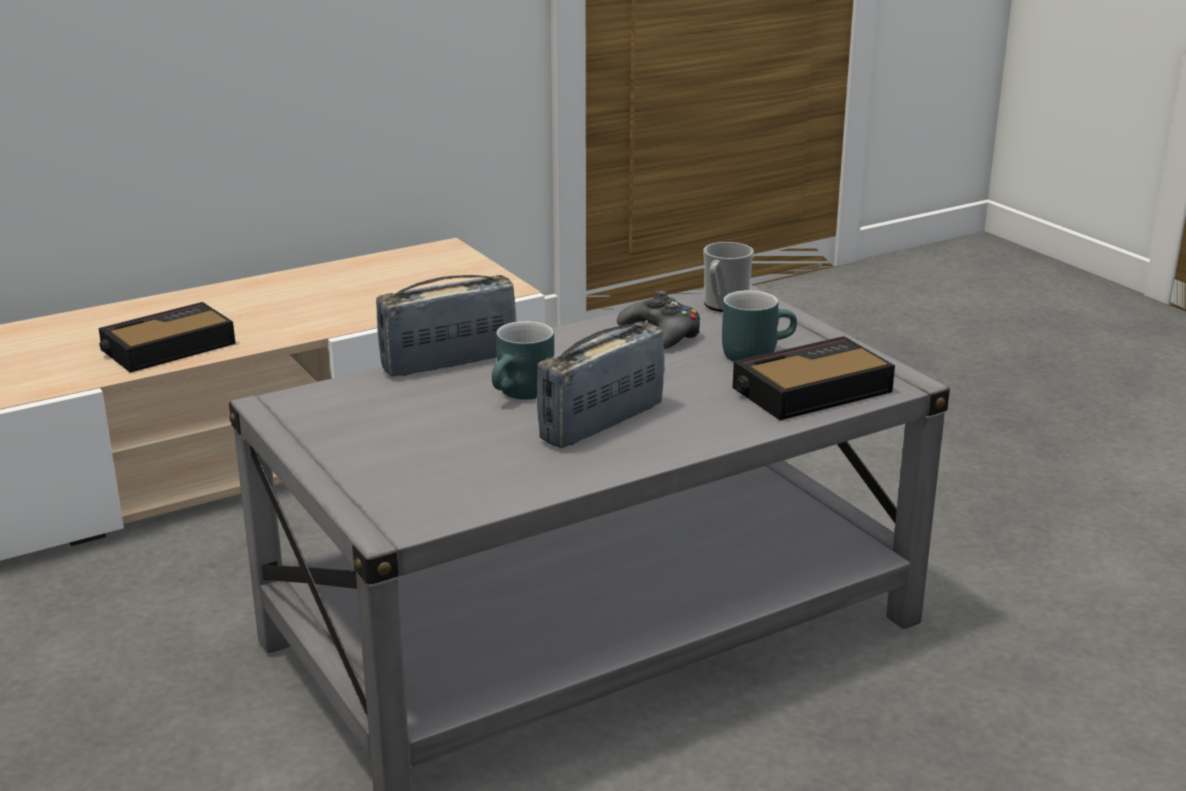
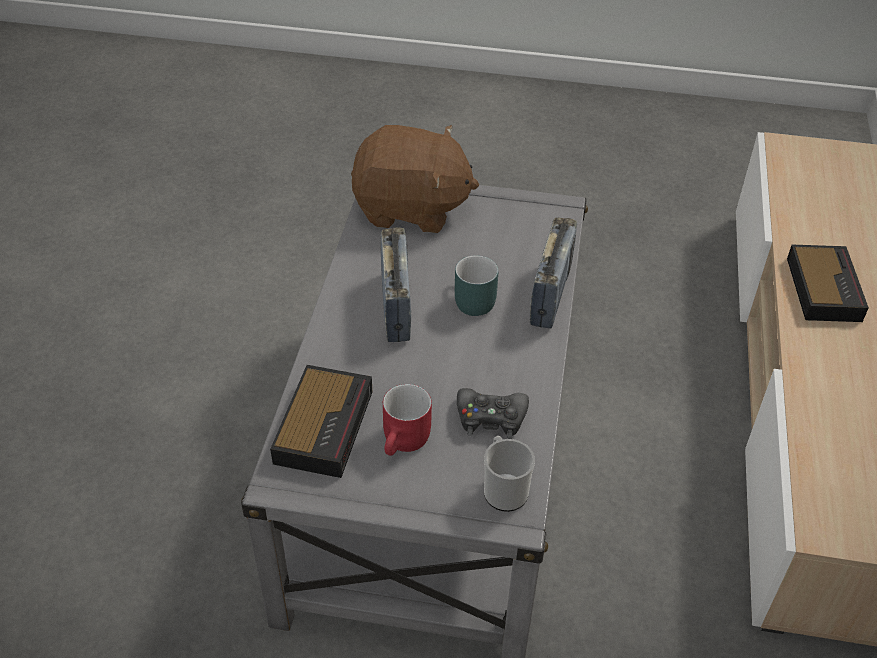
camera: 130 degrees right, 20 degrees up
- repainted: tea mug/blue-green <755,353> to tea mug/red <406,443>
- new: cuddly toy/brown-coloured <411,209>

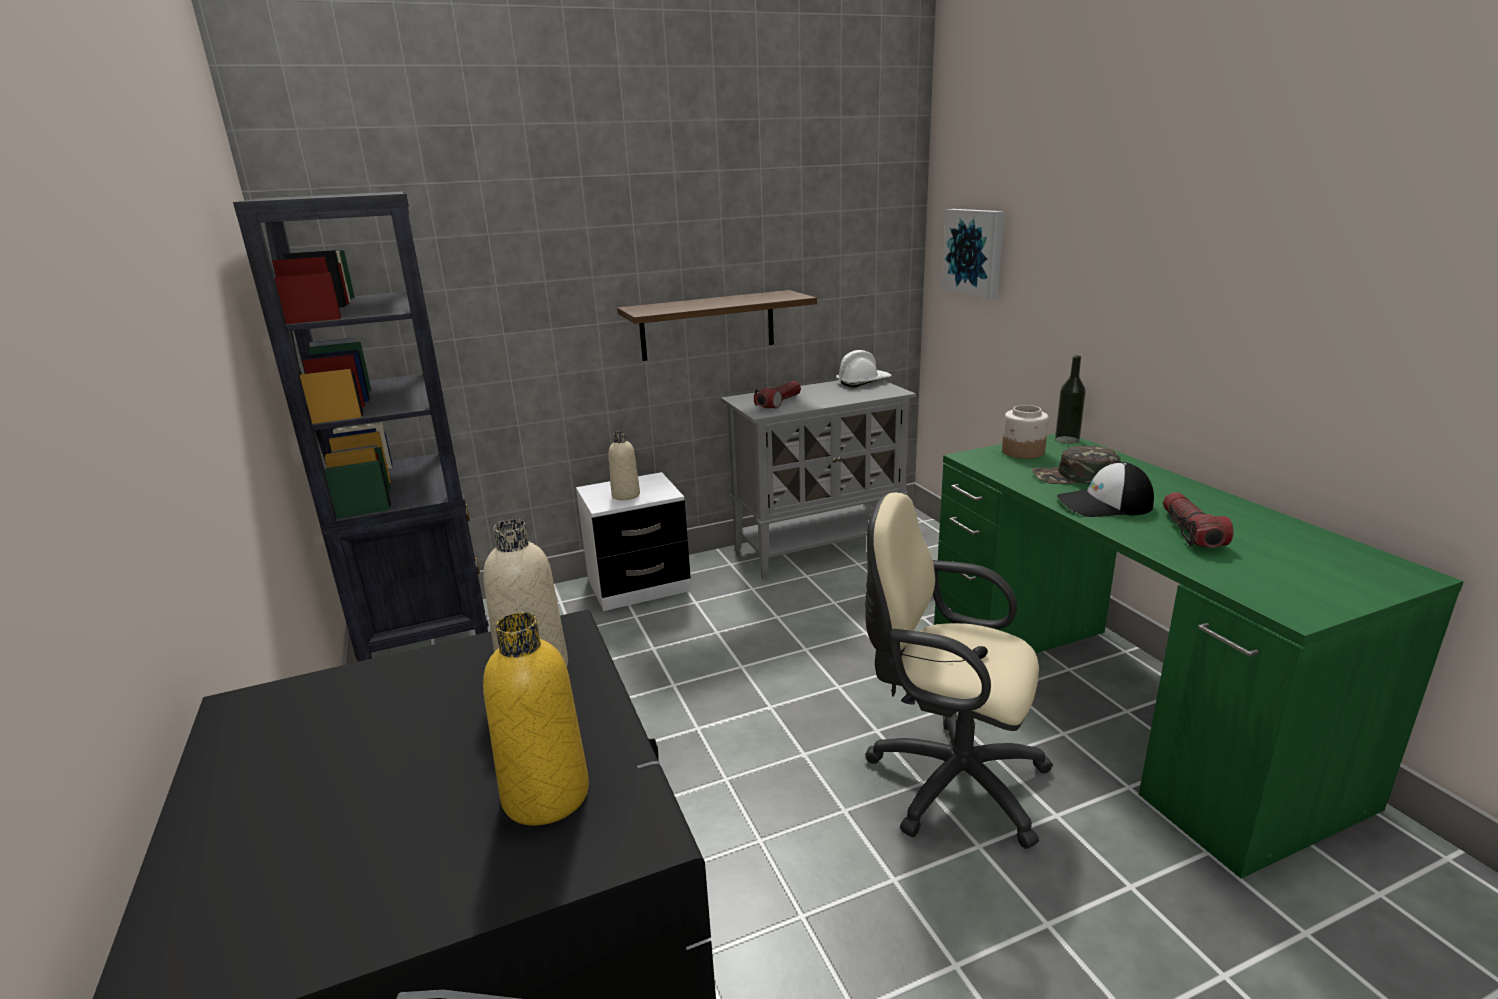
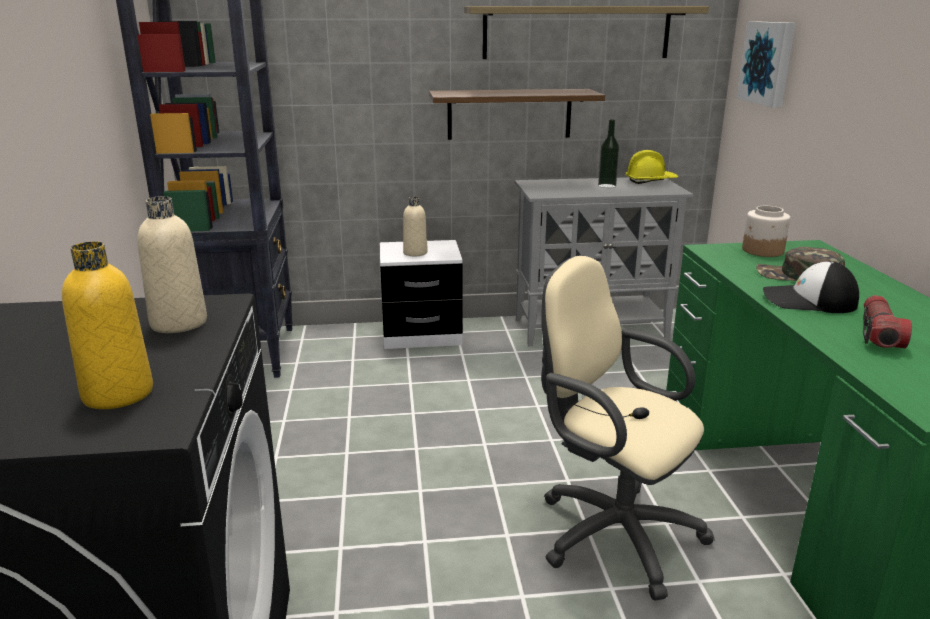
camera: 15 degrees right, 0 degrees up
- gone: hand torch <779,403>
- repainted: hard hat/white-coloured <863,382> to hard hat/yellowish <650,181>
- shifted: bottle <1067,440> to <607,186>
- new: wall shelf <576,32>

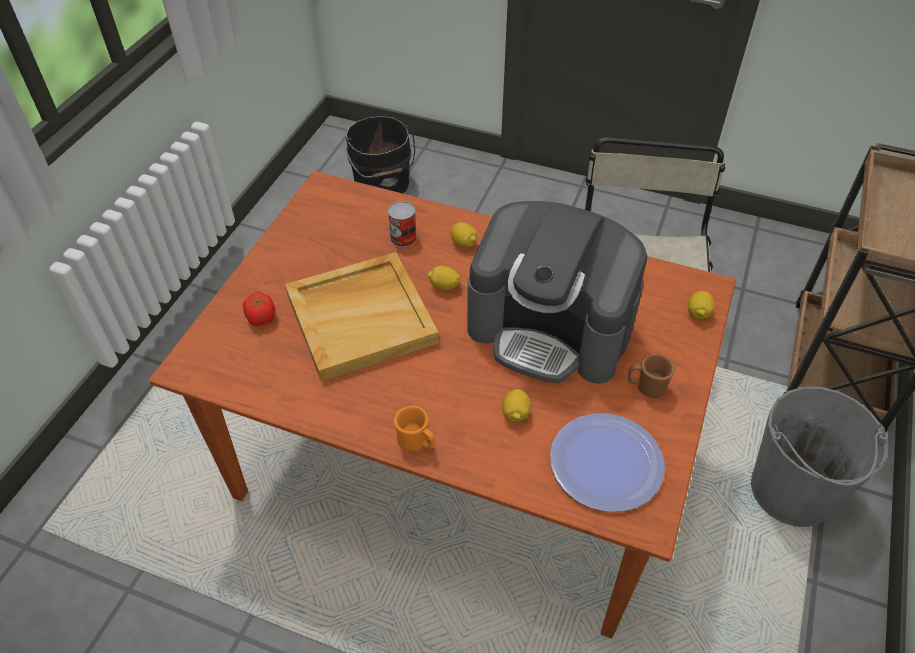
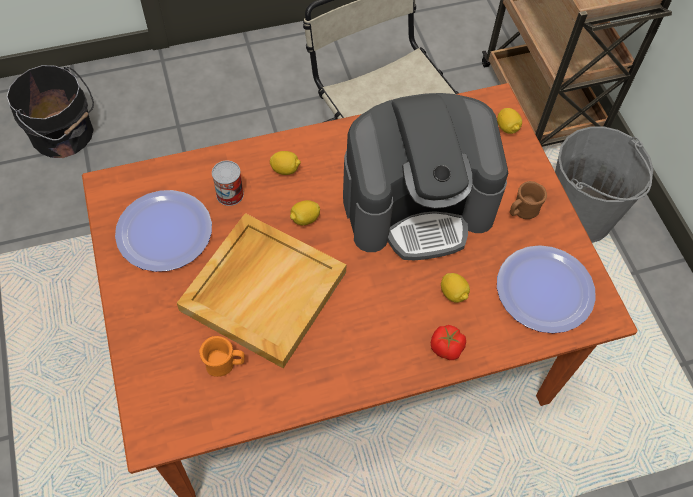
camera: 40 degrees left, 10 degrees up
- shifted: tomato <261,318> to <446,348>
- shifted: tea mug/orangey <416,443> to <225,364>
- new: flat dish <164,231>

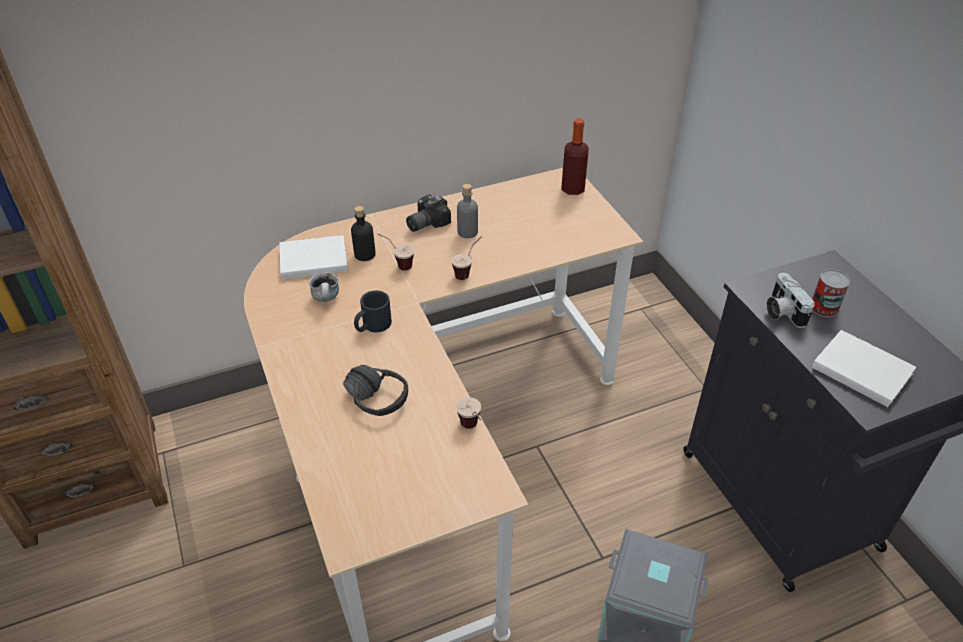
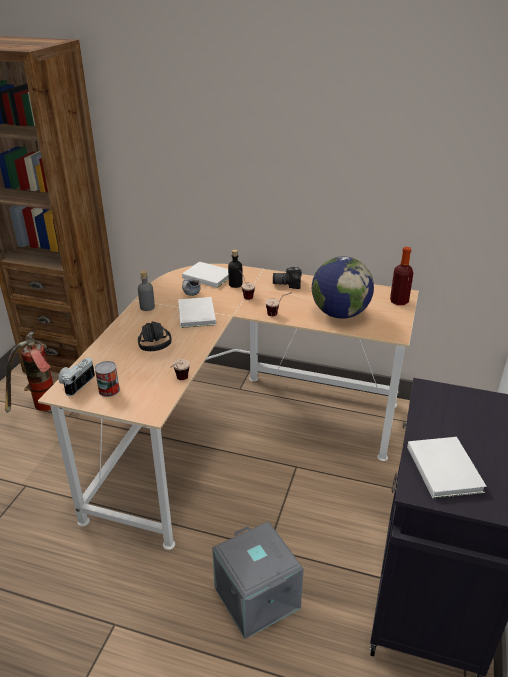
camera: 40 degrees right, 10 degrees down
- swapped: tea mug/black <372,326> to bound book/white-coloured <196,315>
- shifted: bottle/greyish <467,232> to <147,307>
- shifted: still camera <782,311> to <76,383>
- shifted: sealed can <824,307> to <109,390>
- new: fire-fighting cylinder <41,409>
- new: world globe <340,314>

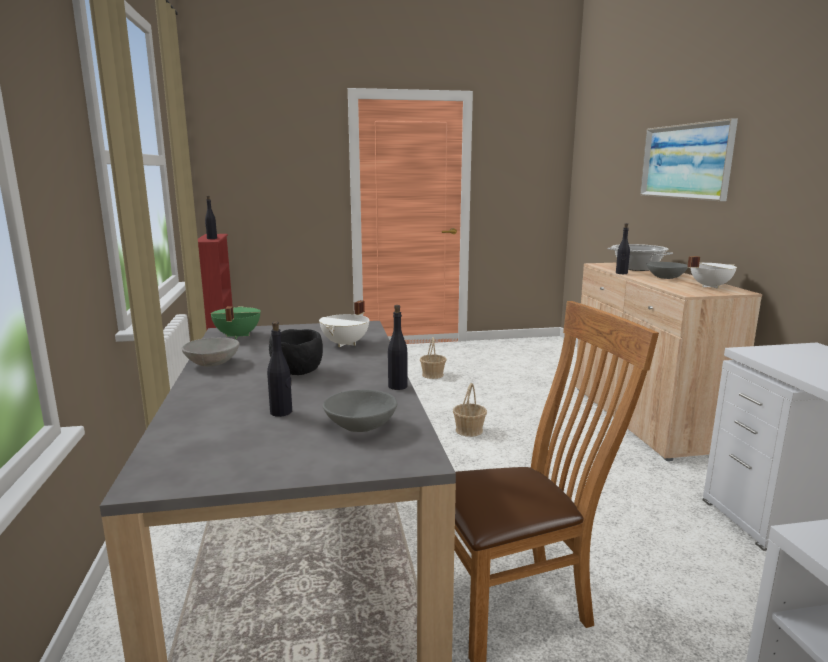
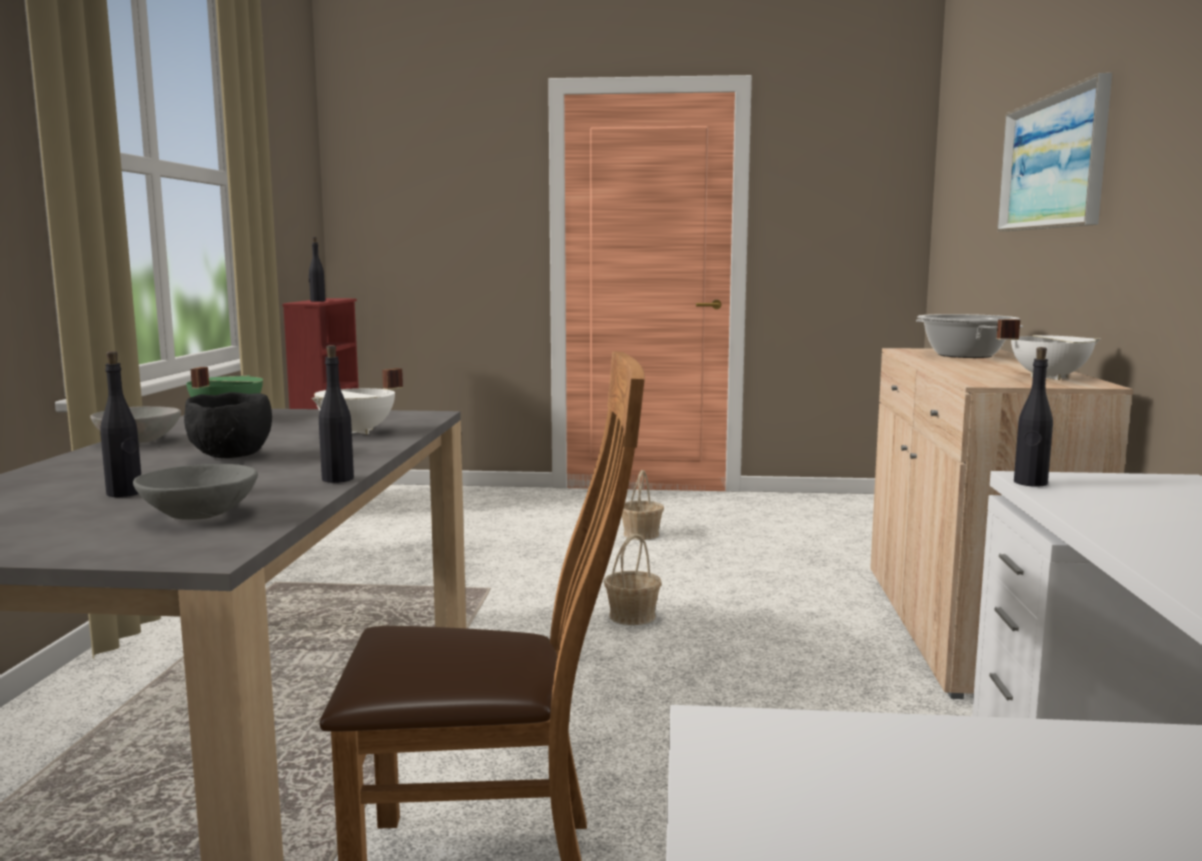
camera: 15 degrees right, 5 degrees down
- shifted: bottle/black <621,273> to <1030,483>
- gone: bowl/greyish <665,278>

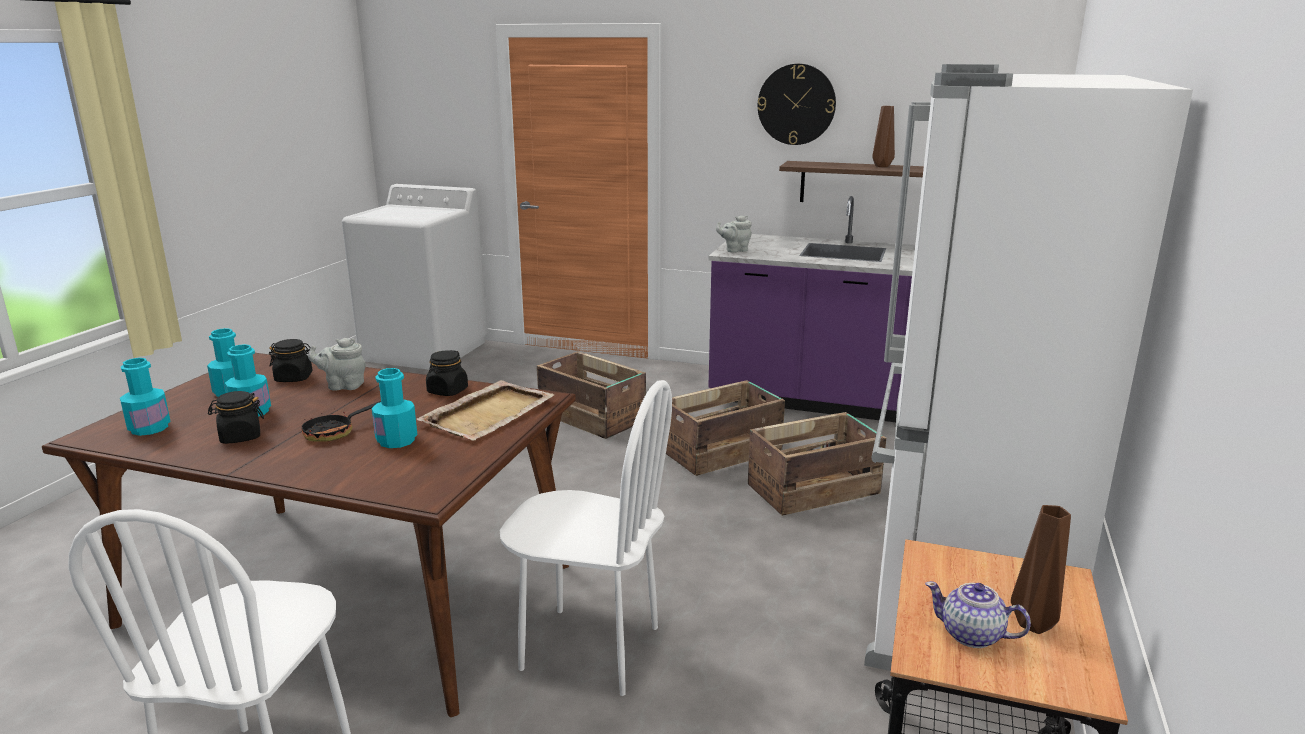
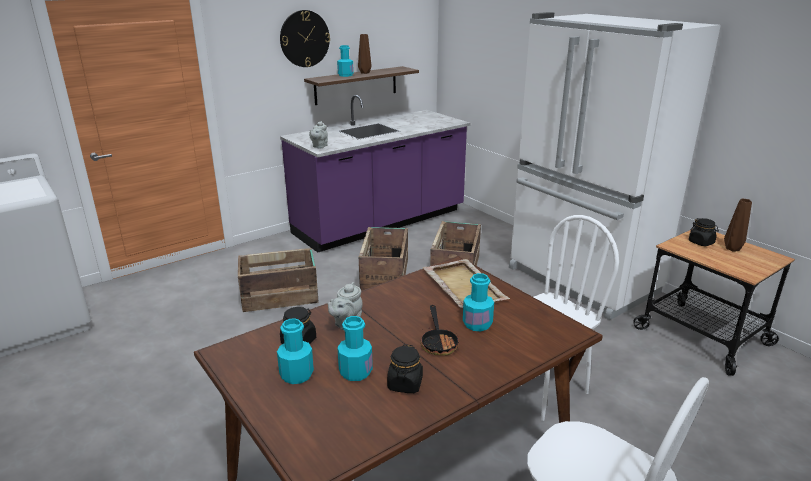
camera: 55 degrees left, 5 degrees up
- shifted: bottle/blue-green <149,428> to <345,75>
- shifted: storage jar/black <447,391> to <701,242>
- gone: tea pot <972,635>

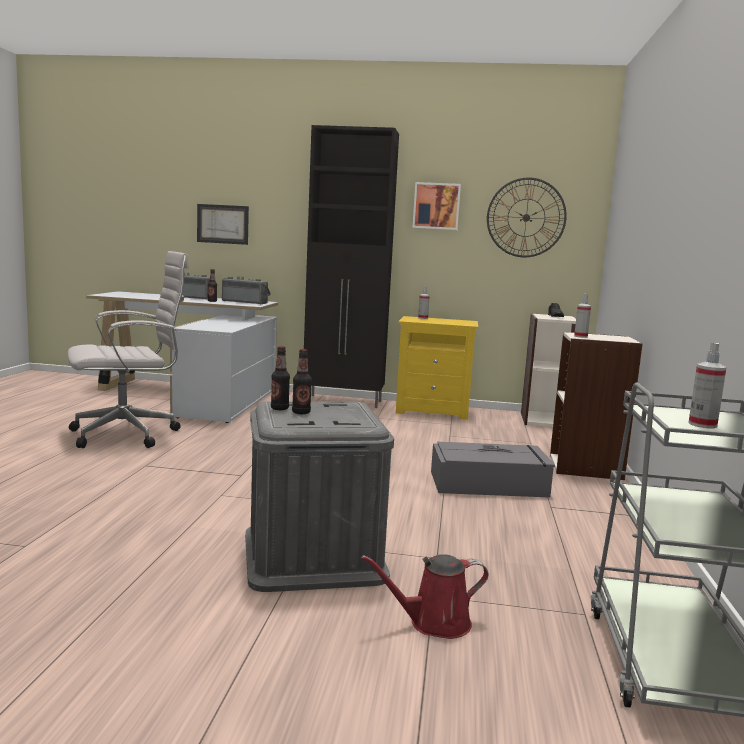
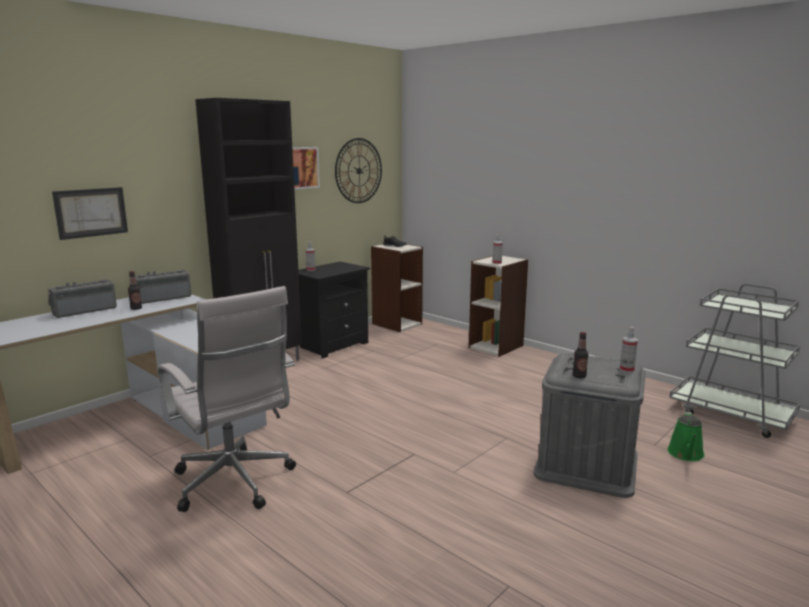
camera: 55 degrees left, 5 degrees up
- rotated: office chair/white-coloured <129,434> = <235,484> 135 degrees clockwise
- gone: bottle <301,412>
- repainted: watering can/red <434,623> to watering can/green-coloured <686,454>
- repainted: bedside table/yellowish <433,410> to bedside table/black <332,345>
- gone: storage container/greyish <490,484>
- shifted: hand sprayer <702,425> to <627,370>

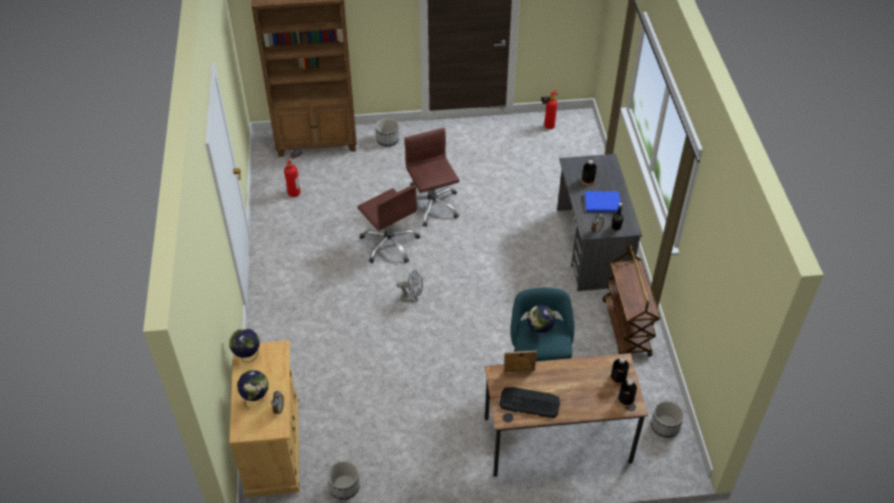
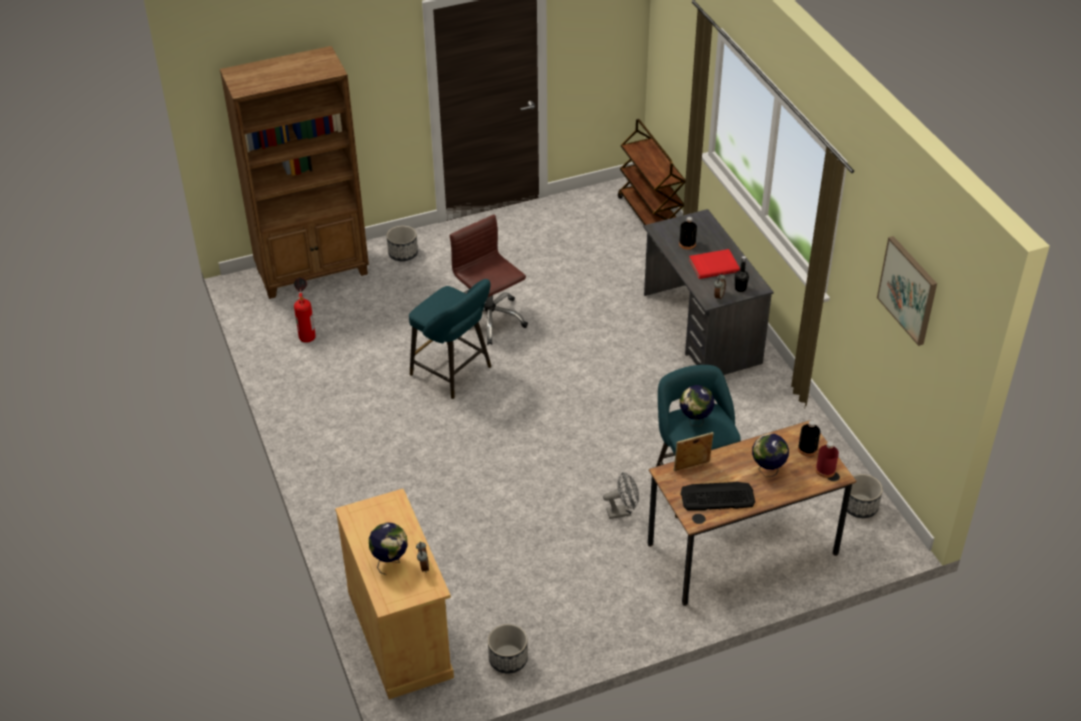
camera: 15 degrees left, 5 degrees down
- shifted: world globe <247,356> to <767,471>
- swapped: office chair/brown-coloured <390,244> to sitting stool/blue-green <454,373>
- shifted: cooling fan/greyish <412,298> to <622,512>
- gone: fire-fighting cylinder <547,127>
- repainted: bound book/blue <602,202> to bound book/red <713,265>
- shifted: trolley/brown-coloured <626,328> to <650,216>
- repainted: bottle/black <625,400> to bottle/red <825,470>
- new: picture <908,290>

